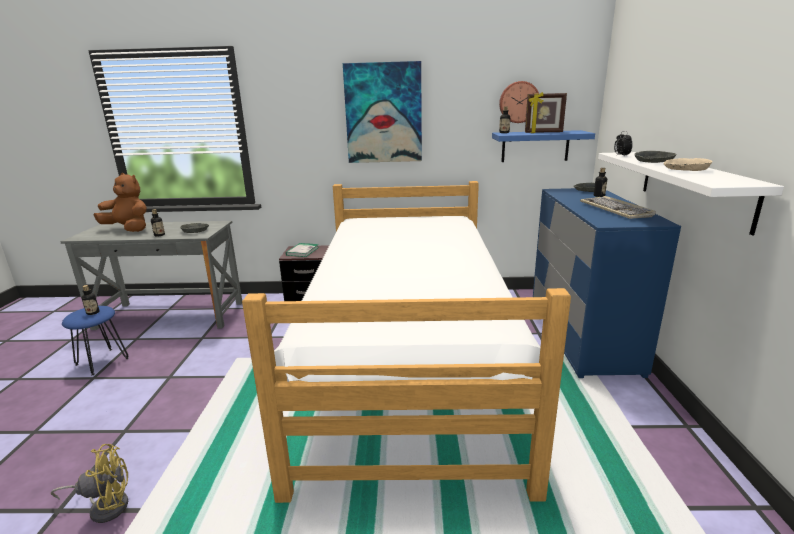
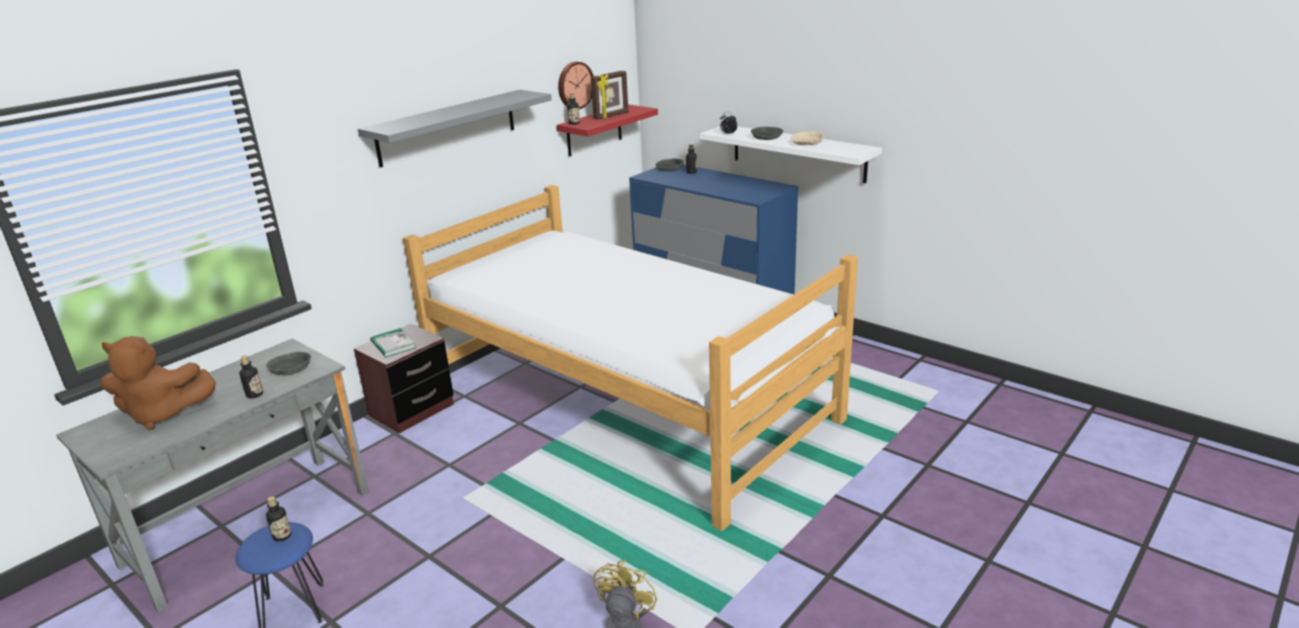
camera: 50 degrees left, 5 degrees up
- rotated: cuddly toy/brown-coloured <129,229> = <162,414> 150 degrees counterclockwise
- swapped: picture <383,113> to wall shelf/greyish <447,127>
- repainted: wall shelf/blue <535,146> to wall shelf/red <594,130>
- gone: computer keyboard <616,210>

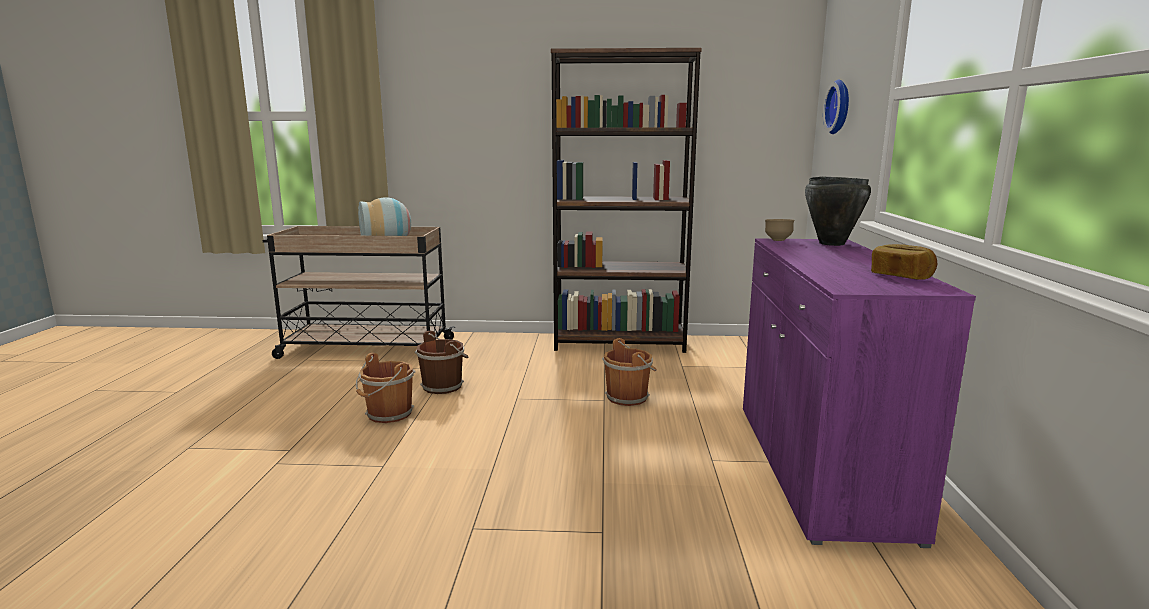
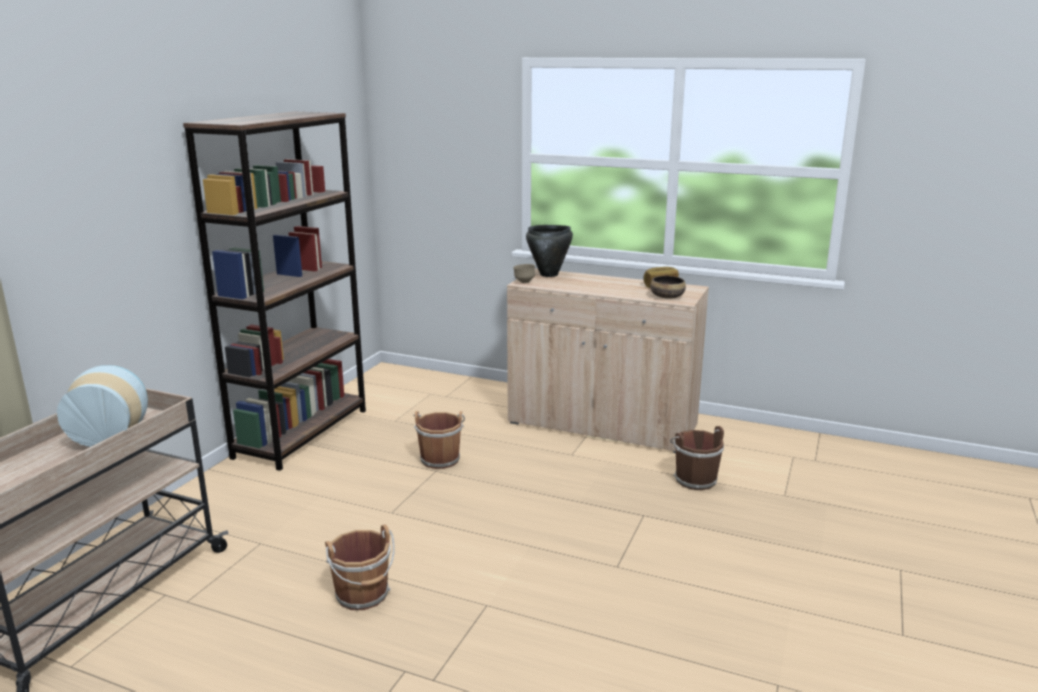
camera: 70 degrees left, 5 degrees up
- shifted: water bucket/brown-coloured <444,386> to <694,479>
- repainted: cabinet/purplish <818,467> to cabinet/beige <602,425>
- gone: hanging clock <840,107>
- new: bowl <667,296>

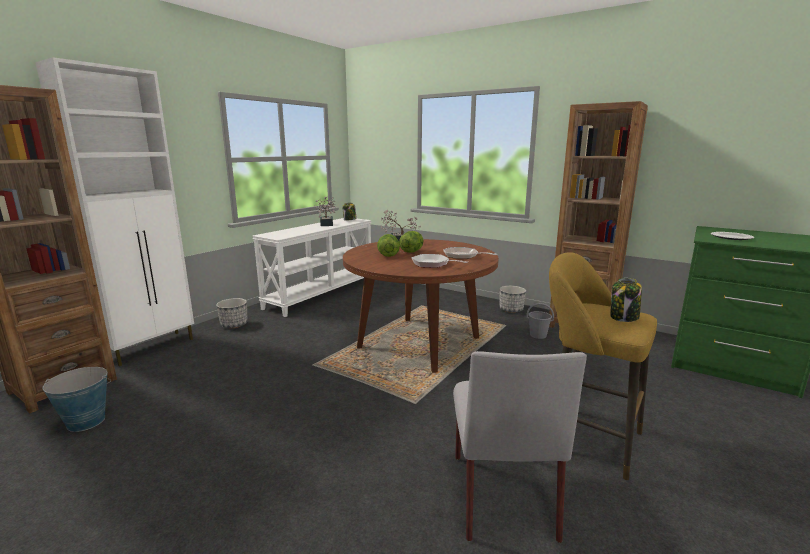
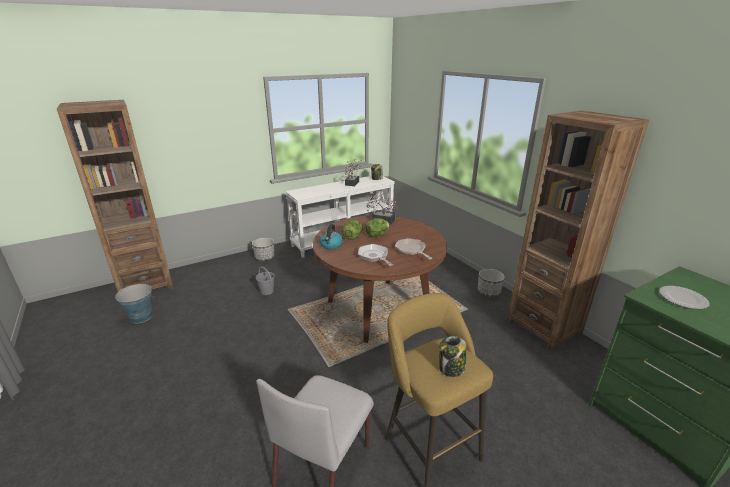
camera: 25 degrees right, 10 degrees up
- gone: cabinet/white-coloured <152,347>
- shifted: water bucket/greyish <538,335> to <267,291>
- new: kettle <331,245>

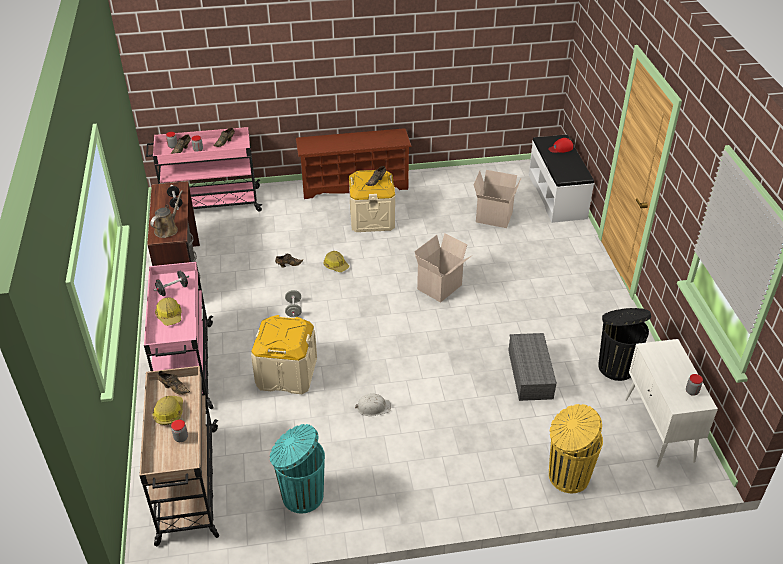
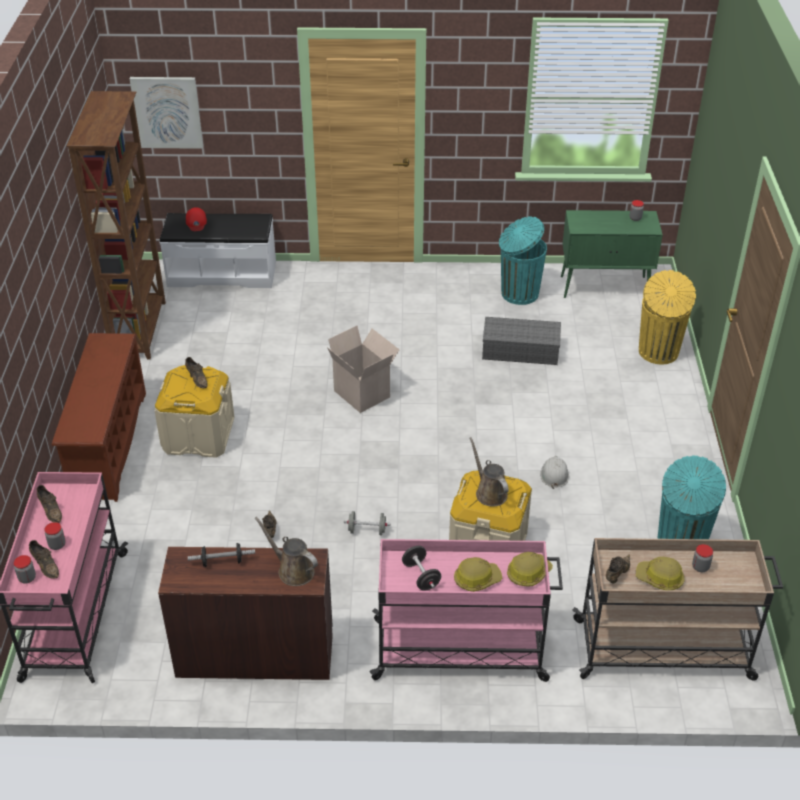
camera: 80 degrees left, 0 degrees up
- shifted: hard hat <336,265> to <528,573>
- gone: cardboard box <493,218>
- repainted: rubbish bin/black <615,366> to rubbish bin/blue-green <518,293>
- repainted: cabinet/white-coloured <659,430> to cabinet/green-coloured <605,287>
- new: bookshelf/brown-coloured <140,329>
- new: picture <167,112>
- new: watering can/brown-coloured <489,492>

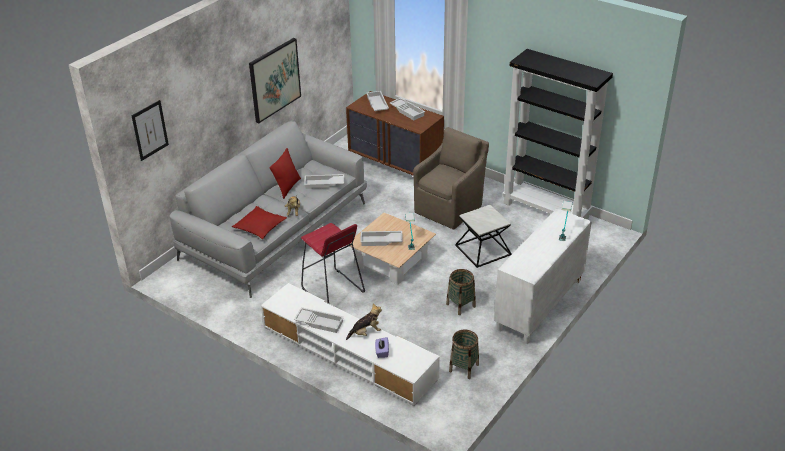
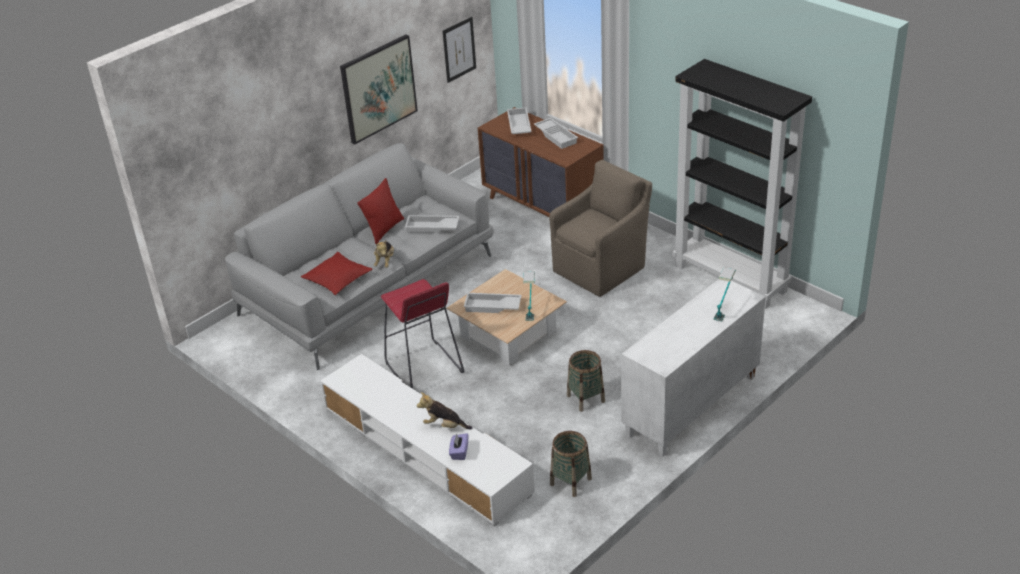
camera: 10 degrees right, 0 degrees up
- shifted: picture <150,130> to <459,49>
- gone: tray/white-coloured <319,322>
- rotated: cuddly toy <366,333> = <444,426> 150 degrees counterclockwise
- gone: end table <483,250>

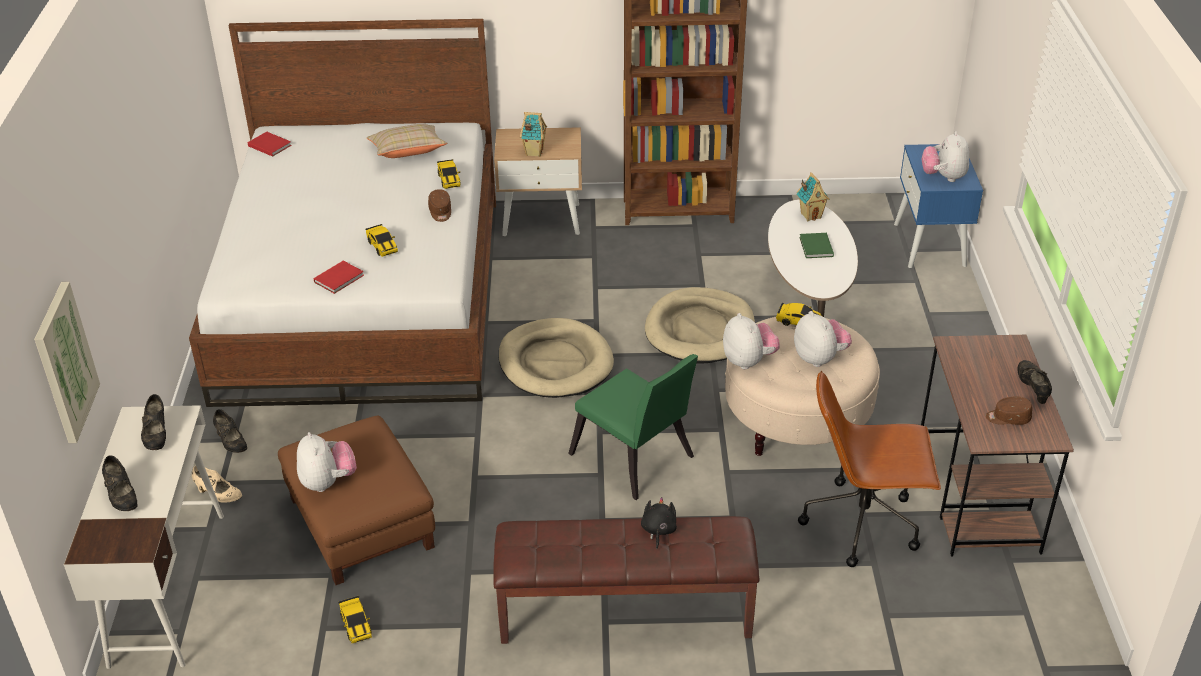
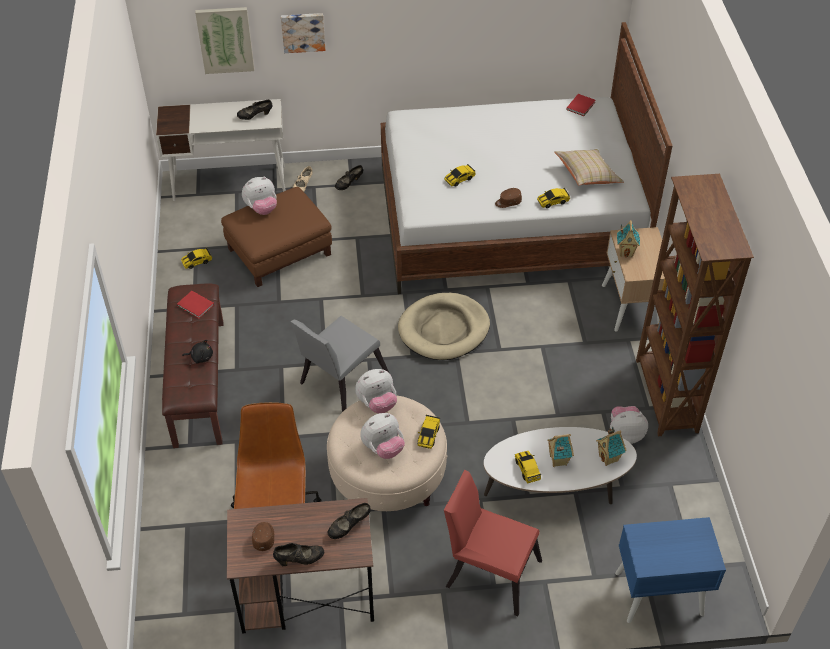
camera: 85 degrees right, 10 degrees up
- shifted: low shoe/black <122,497> to <349,527>
- shifted: bound book/red <340,278> to <196,306>
- repainted: plain chair/green-coloured <635,460> to plain chair/greyish <339,381>
- gone: dog bed/beige <700,330>
- swapped: bound book/green-coloured <815,248> to model house <557,460>
- shifted: cuddly toy <943,177> to <625,434>
- new: picture <303,31>
- new: plain chair/red <488,570>
- new: miniature car <527,469>

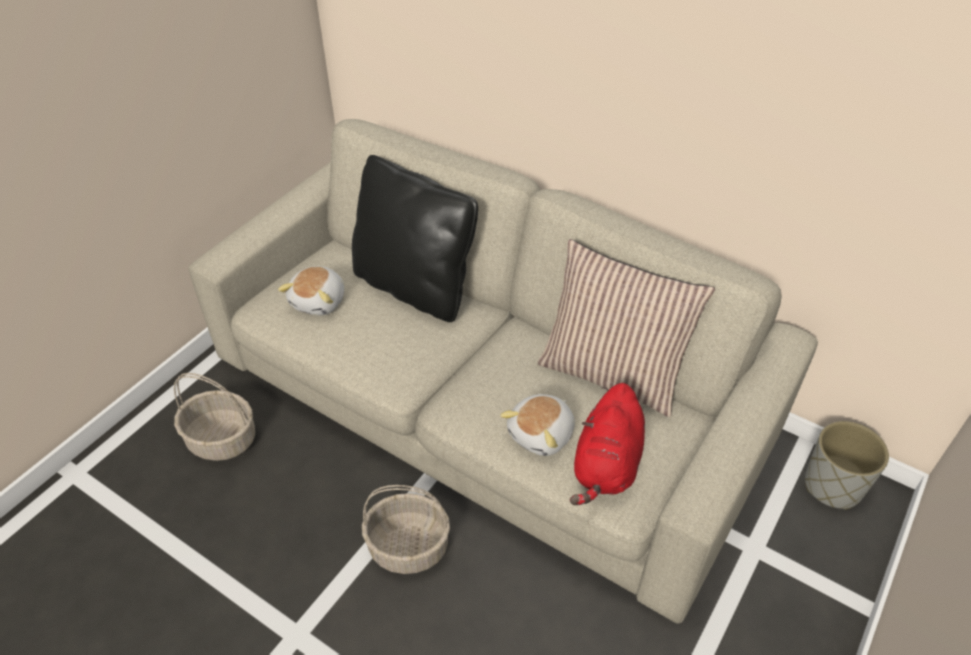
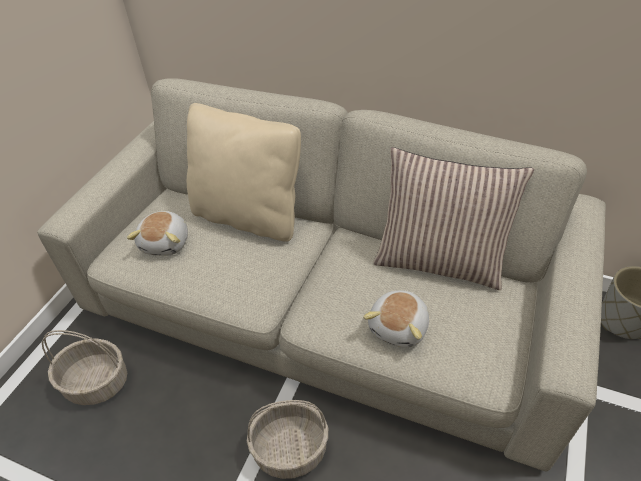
camera: 10 degrees left, 0 degrees up
- repainted: cushion/black <415,287> to cushion/beige <248,216>
- gone: cuddly toy/red <606,465>

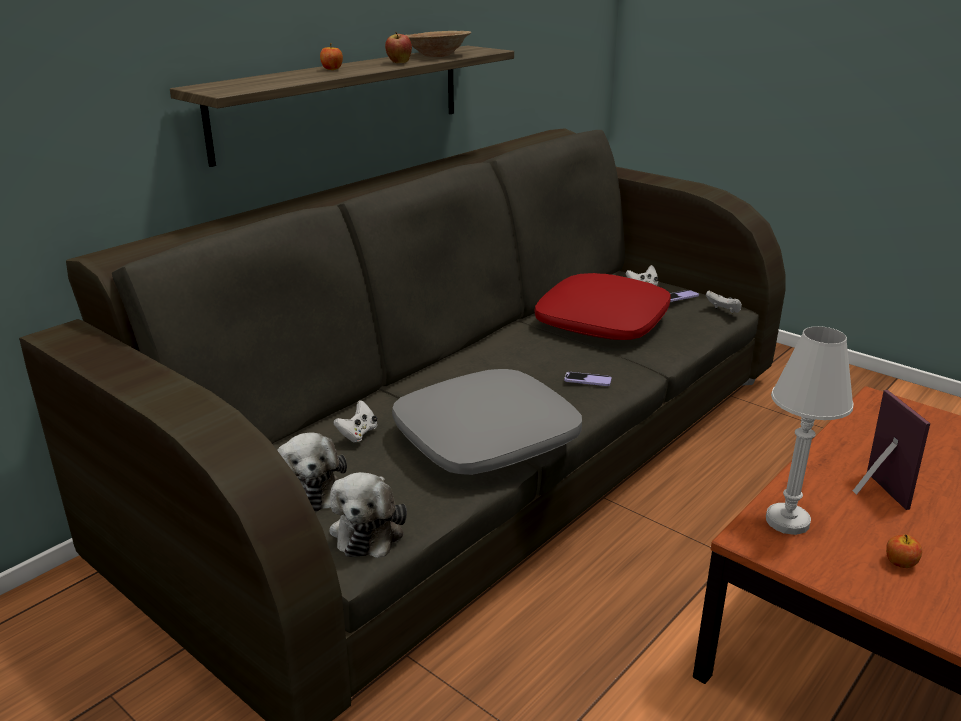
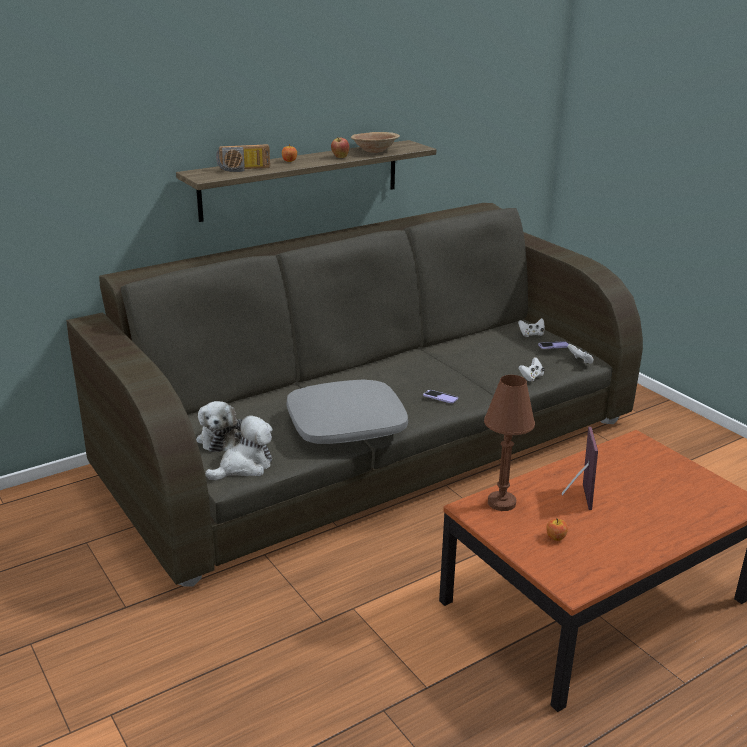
camera: 15 degrees right, 0 degrees up
- rotated: cuddly toy <369,530> = <244,467> 150 degrees counterclockwise
- shifted: game controller/white-coloured <358,434> to <531,377>
- gone: cushion/red <601,322>
- repainted: lamp for a table/white-coloured <787,521> to lamp for a table/brown-coloured <501,502>
- new: radio receiver <244,169>

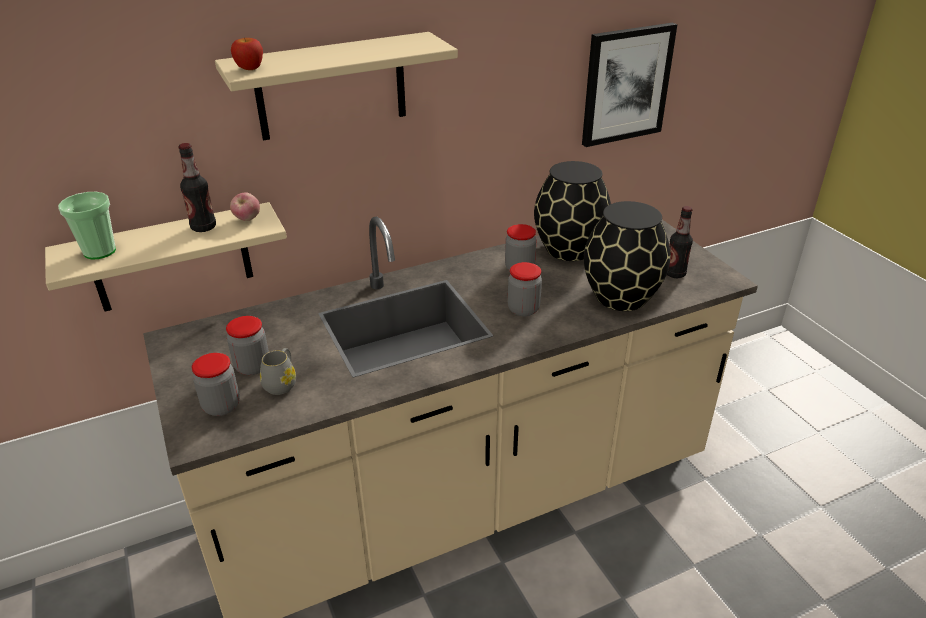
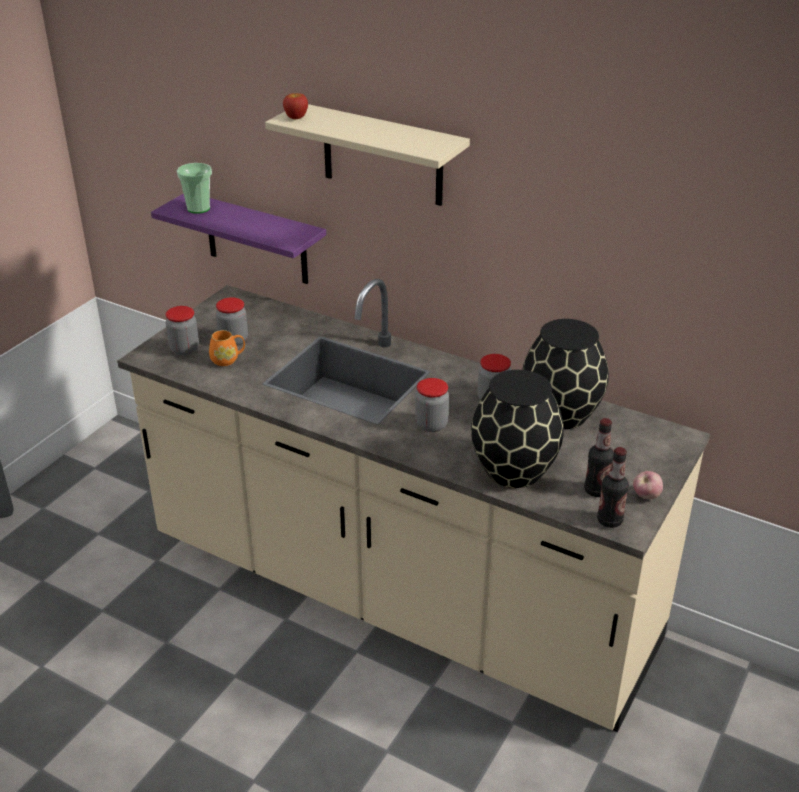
camera: 55 degrees right, 0 degrees up
- repainted: wall shelf/beige <172,258> to wall shelf/purplish <256,239>
- shifted: bottle <203,227> to <609,521>
- shifted: apple <247,219> to <646,496>
- repainted: tea mug/greyish <282,383> to tea mug/orangey <228,359>
- gone: picture <626,84>

